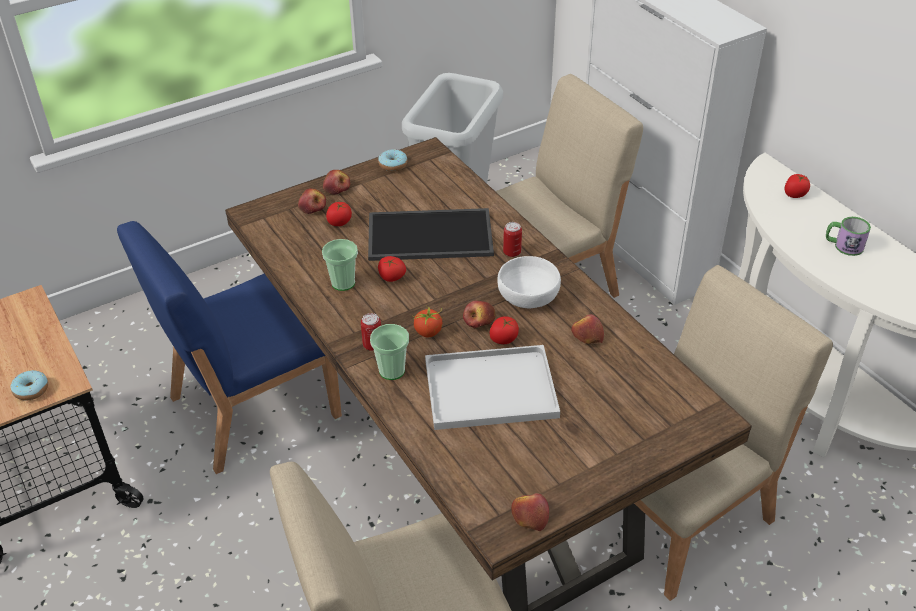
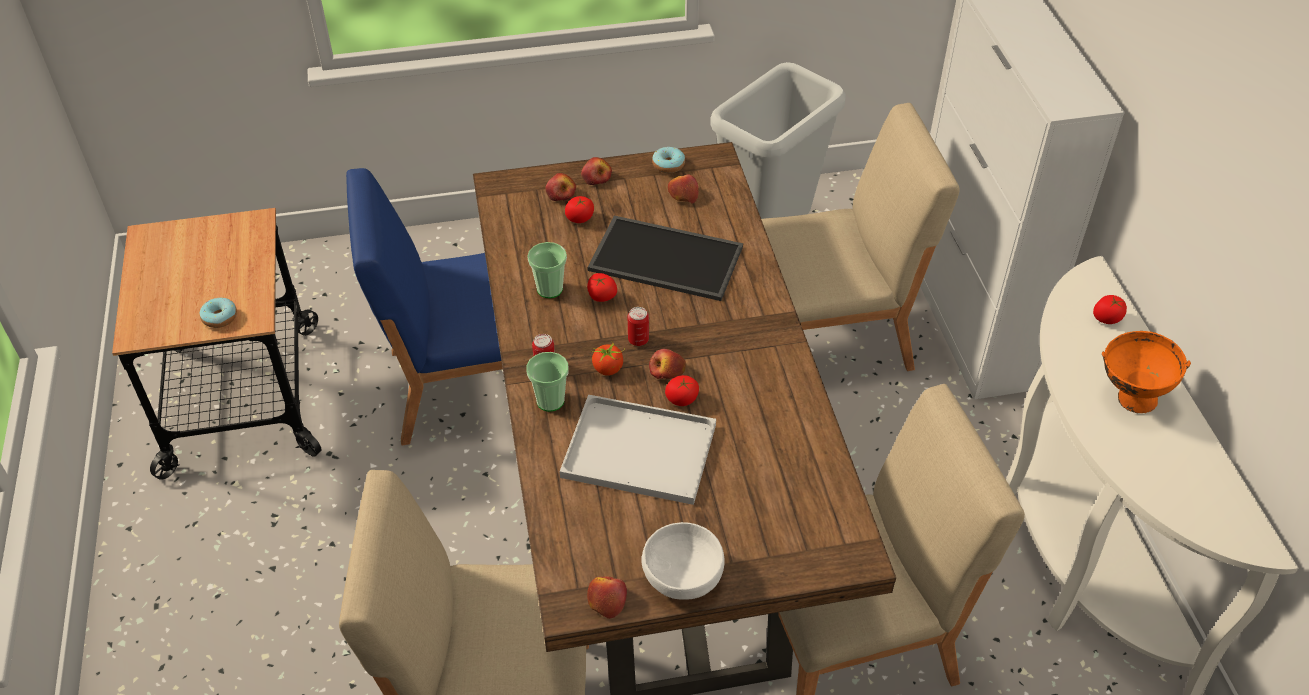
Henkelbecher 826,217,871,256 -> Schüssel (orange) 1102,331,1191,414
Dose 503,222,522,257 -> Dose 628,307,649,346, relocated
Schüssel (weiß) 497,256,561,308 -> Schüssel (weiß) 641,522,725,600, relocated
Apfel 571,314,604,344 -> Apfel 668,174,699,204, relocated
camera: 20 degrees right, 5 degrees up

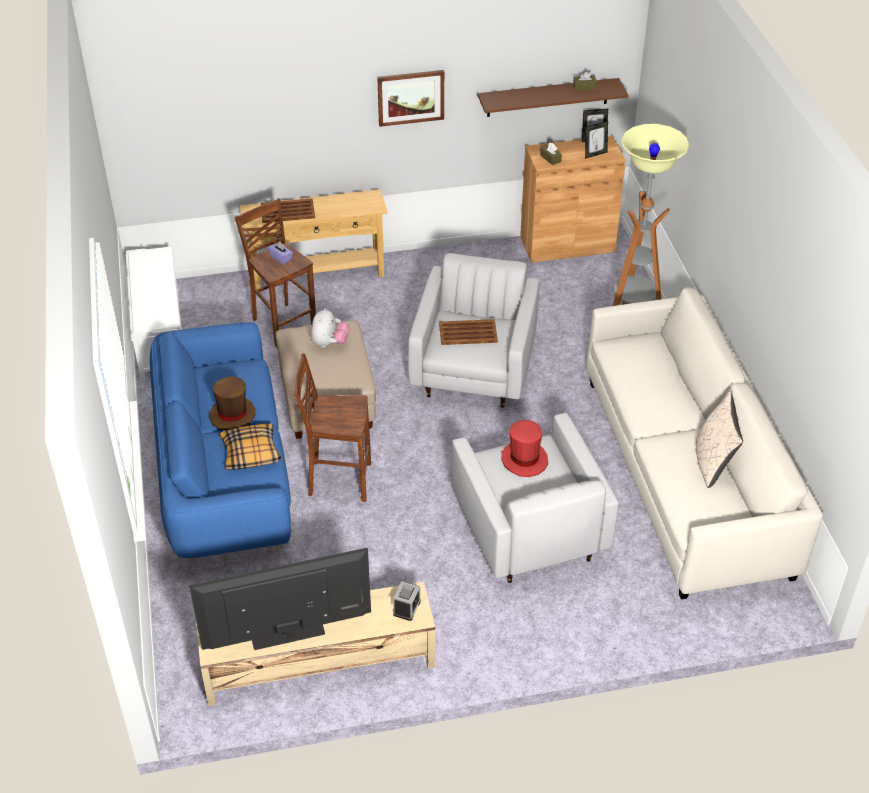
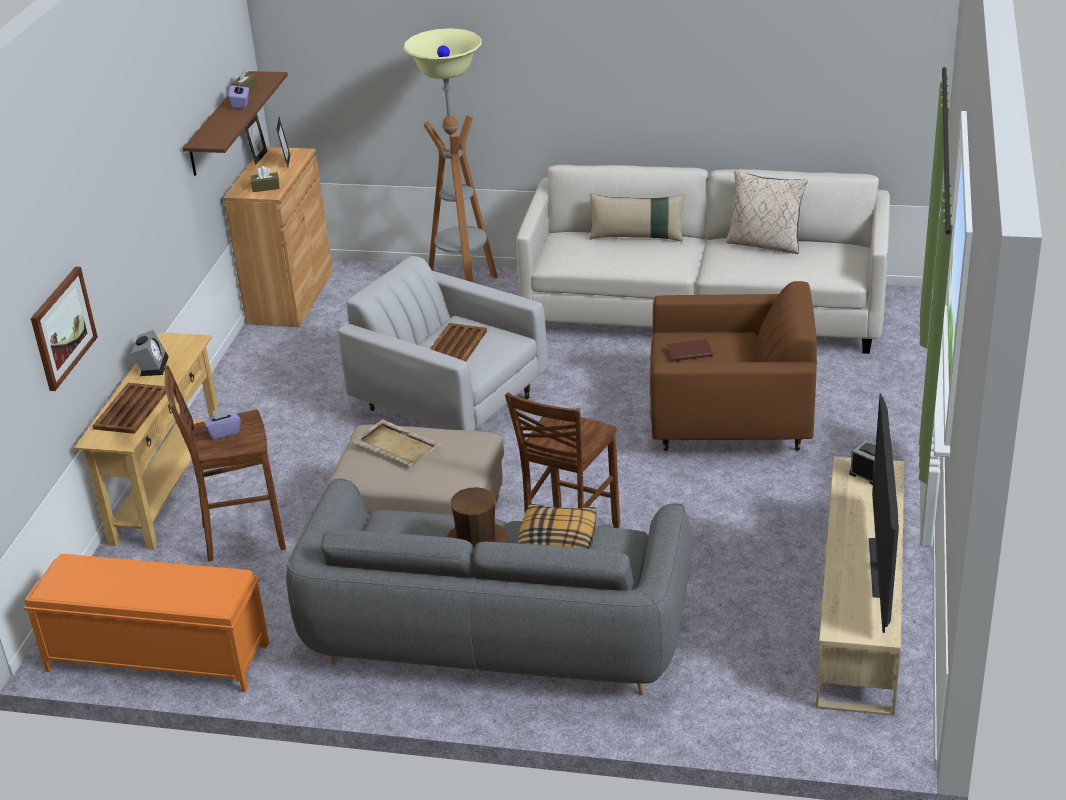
Bild 377,70,444,127 -> Bild 31,267,98,391, relocated
Bank (weiß) 126,247,182,380 -> Bank (orange) 24,554,269,692
Plüschtier 311,308,349,347 -> Tablett (beige) 352,419,442,466
Sofa (blau) 150,322,291,563 -> Sofa (grau) 286,478,692,696
Sessel (weiß) 451,413,619,583 -> Sessel (braun) 650,281,817,451
Hut (rot) 501,420,548,477 -> Buch (braun) 667,339,713,361
none -> Taschentuchbox (lila) 228,83,249,109
none -> Kissen (beige) 590,193,685,242
none -> Wecker 131,330,169,376
camera: 65 degrees left, 10 degrees down

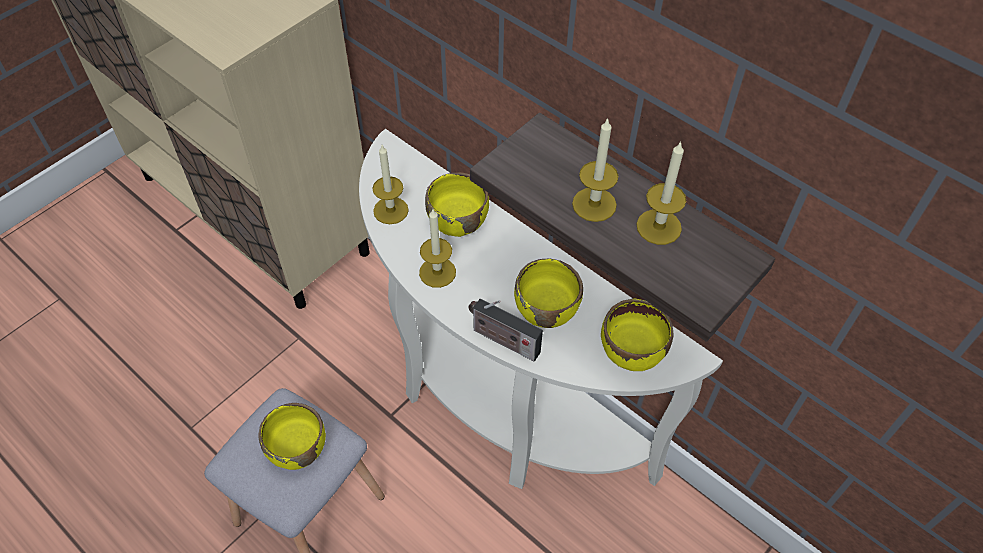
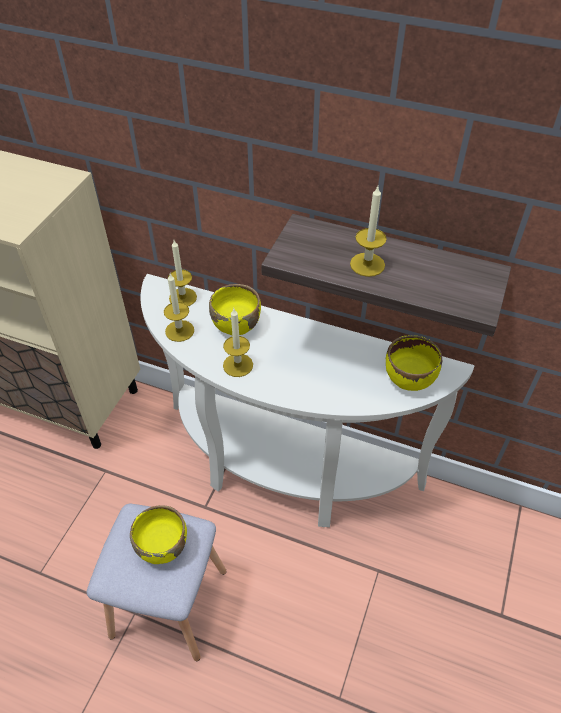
Kerze 636,141,686,245 -> Kerze 168,240,197,306, relocated
Schüssel (gelb) 514,259,583,328 -> none
Radio 468,299,543,361 -> none
camera: 20 degrees left, 5 degrees down

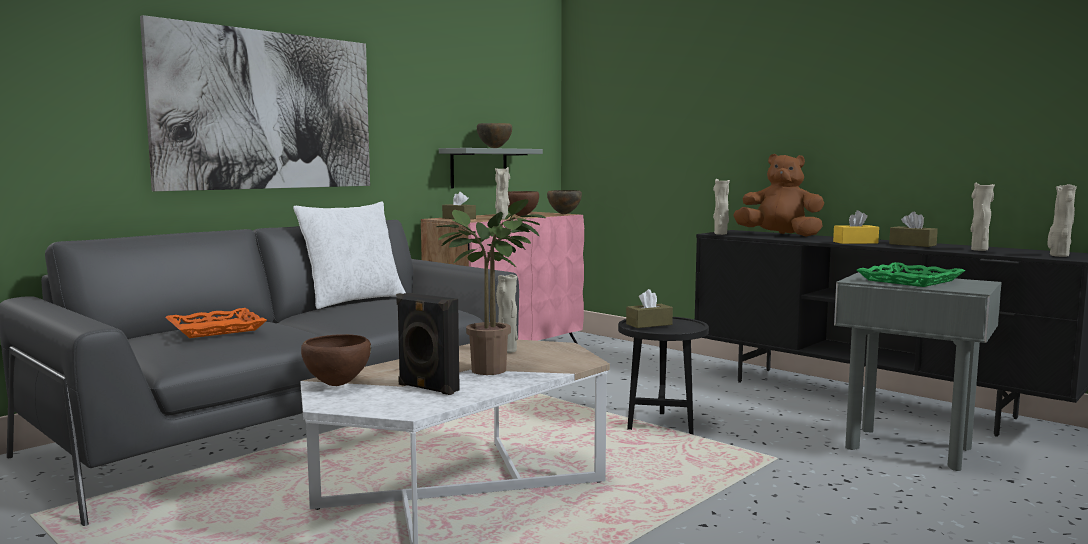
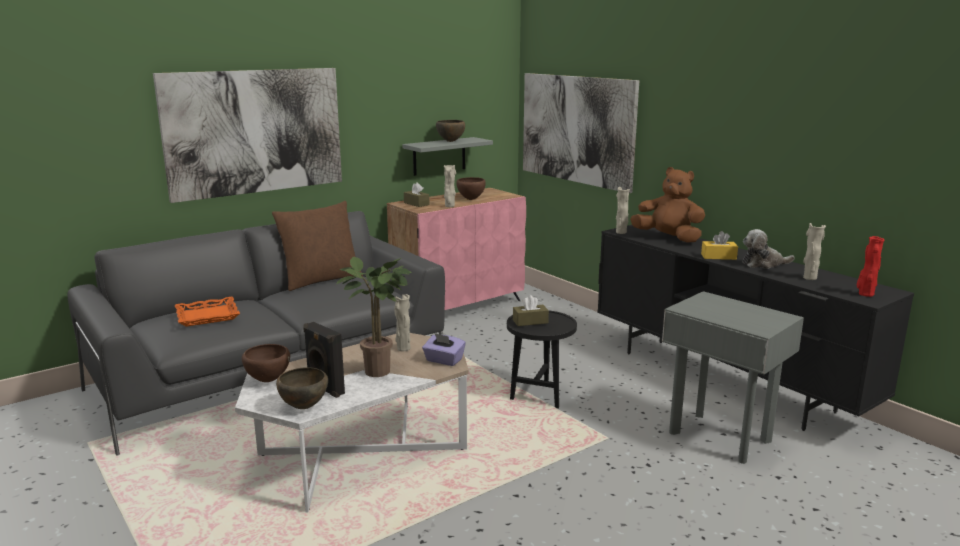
Vase (beige) 1047,184,1077,257 -> Vase (rot) 857,236,885,297
Schüssel (braun) 547,190,582,214 -> Schüssel (braun) 276,367,328,409, relocated
Kissen (weiß) 293,202,406,309 -> Kissen (braun) 272,201,363,291
Taschentuchbox (braun) 889,212,938,247 -> Plüschtier 743,229,795,269
Tablett (grün) 857,262,965,287 -> none
none -> Bild 523,73,639,193
none -> Taschentuchbox (lila) 422,333,466,366
camera: 10 degrees right, 10 degrees up

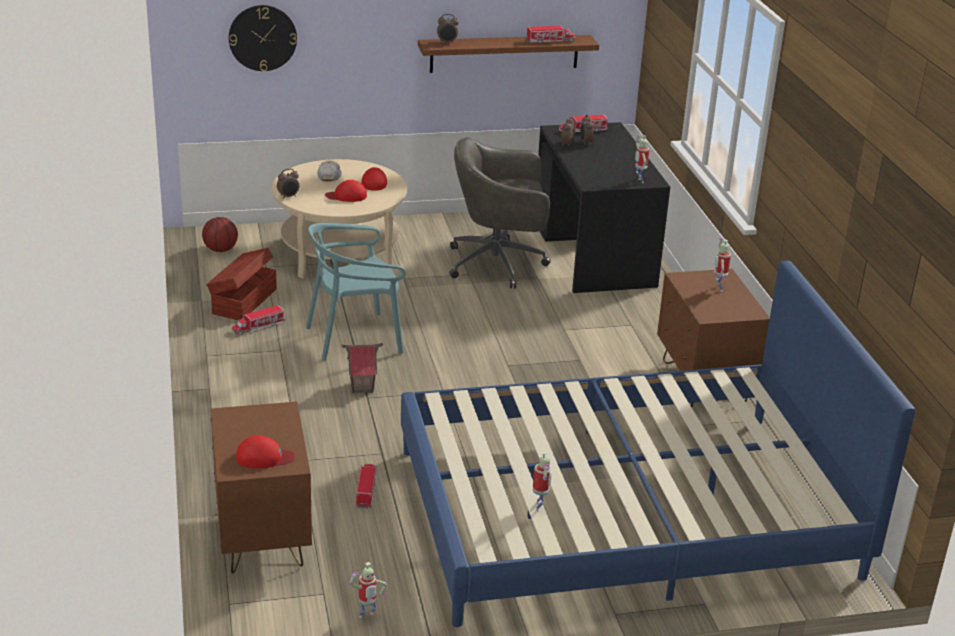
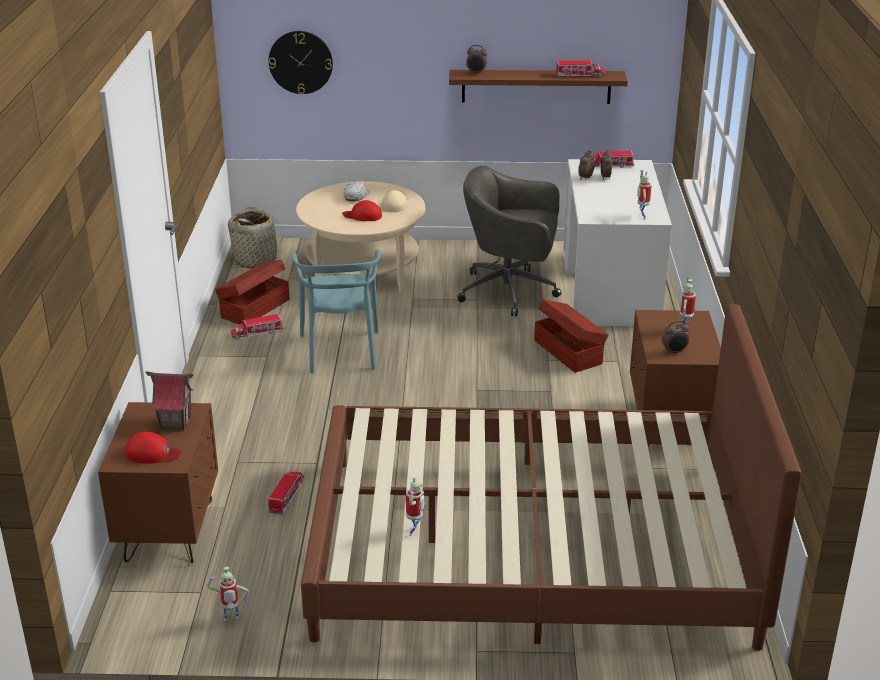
Schreibtisch (schwarz) 538,122,670,293 -> Schreibtisch (weiß) 563,159,672,326
Kappe (rot) 362,167,387,191 -> Kappe (beige) 382,190,407,212
Wecker 277,169,299,199 -> Wecker 662,320,689,355, relocated
Basketball 202,217,238,252 -> Korb 228,207,284,268
Stuhl (türkis) 306,223,406,361 -> Stuhl (türkis) 292,249,381,374, 90 degrees counterclockwise
Bett (blau) 401,261,915,627 -> Bett (braun) 301,304,802,651
Spielzeughaus 341,343,383,394 -> Spielzeughaus 145,372,193,431, relocated
none -> Aufbewahrungsbox (braun) 534,299,609,373
camera: 15 degrees right, 0 degrees up

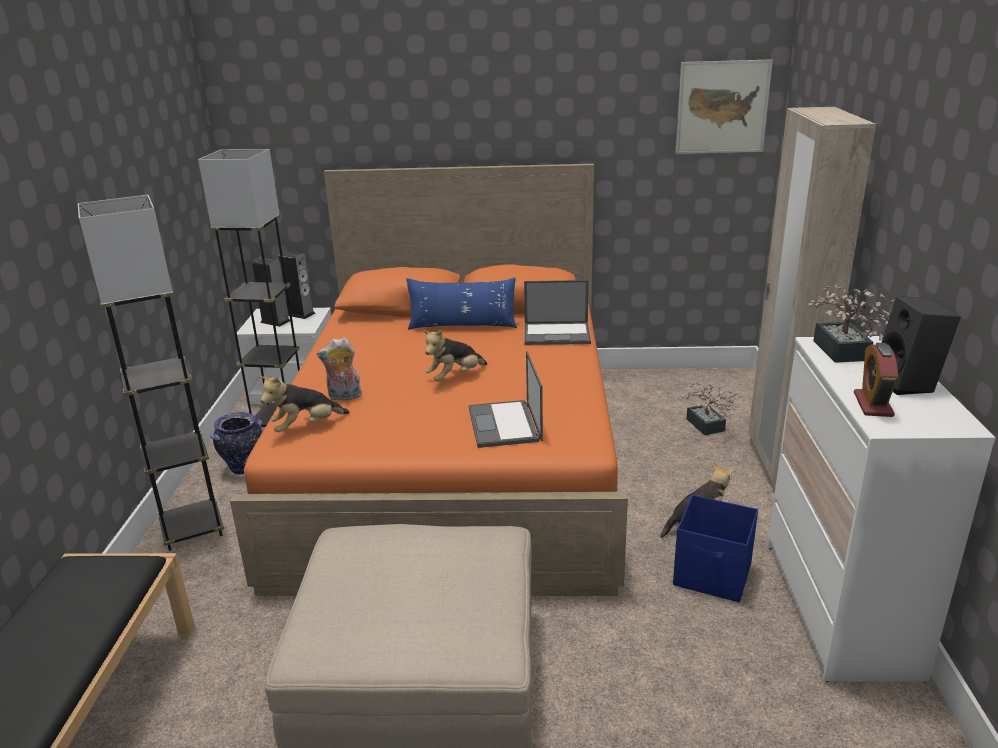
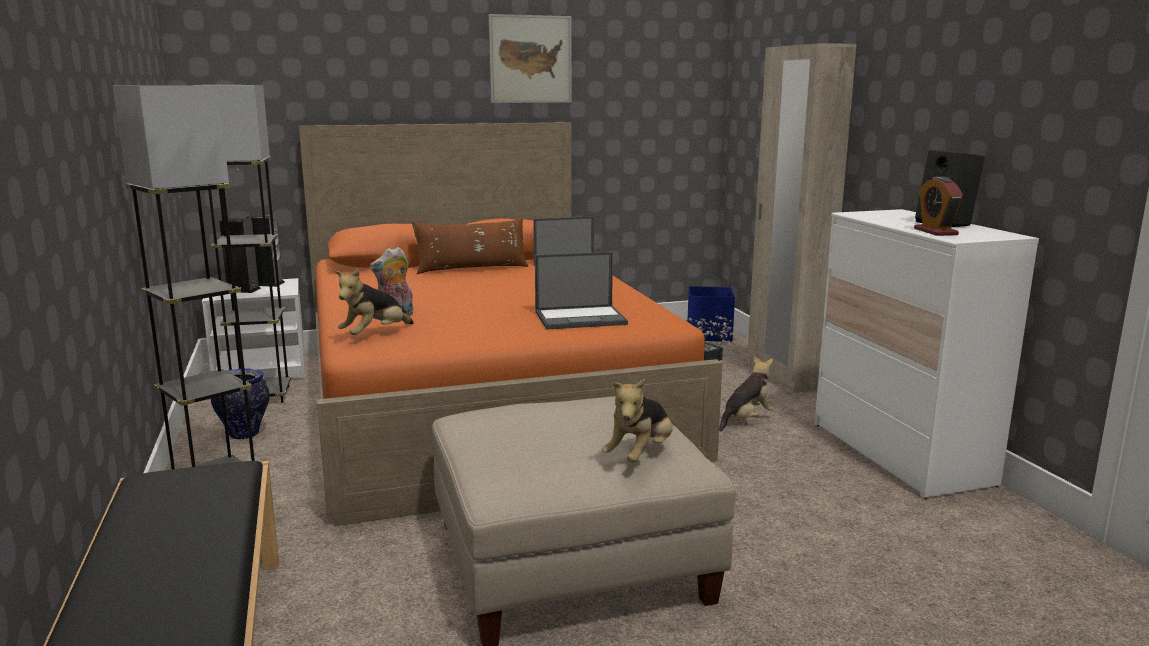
Bild 675,59,773,154 -> Bild 489,14,572,103, relocated
Kissen (blau) 406,277,517,330 -> Kissen (braun) 412,217,528,274
Topfpflanze 808,284,895,363 -> none
Plüschtier 422,330,487,381 -> Plüschtier 602,379,673,462, relocated
Laptop 469,351,543,448 -> Laptop 535,252,628,330, 75 degrees counterclockwise
Aufbewahrungsbox (blau) 673,495,758,602 -> Aufbewahrungsbox (blau) 688,286,735,342, relocated
camera: 20 degrees left, 10 degrees down

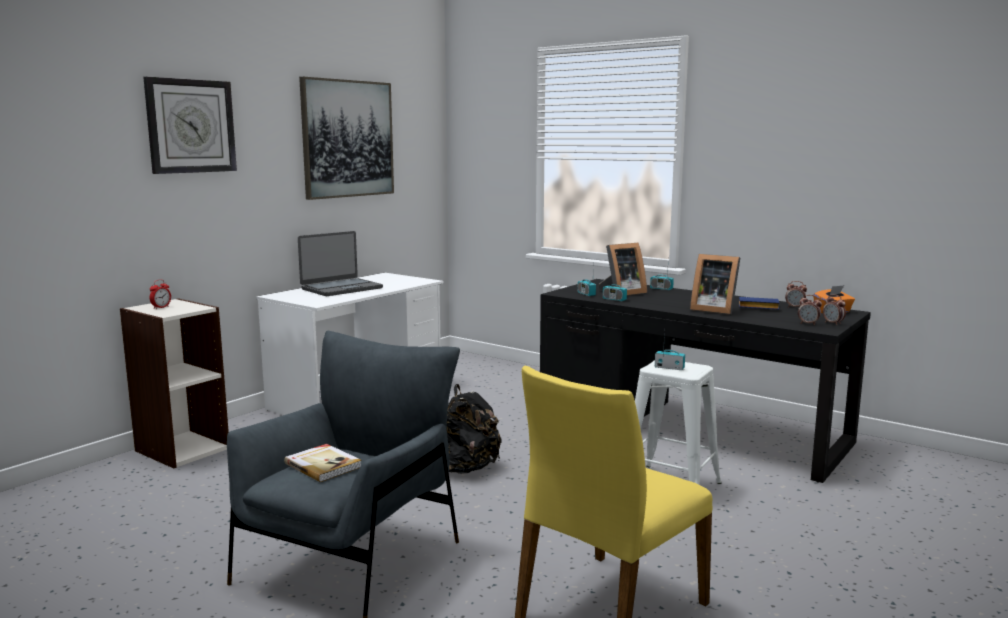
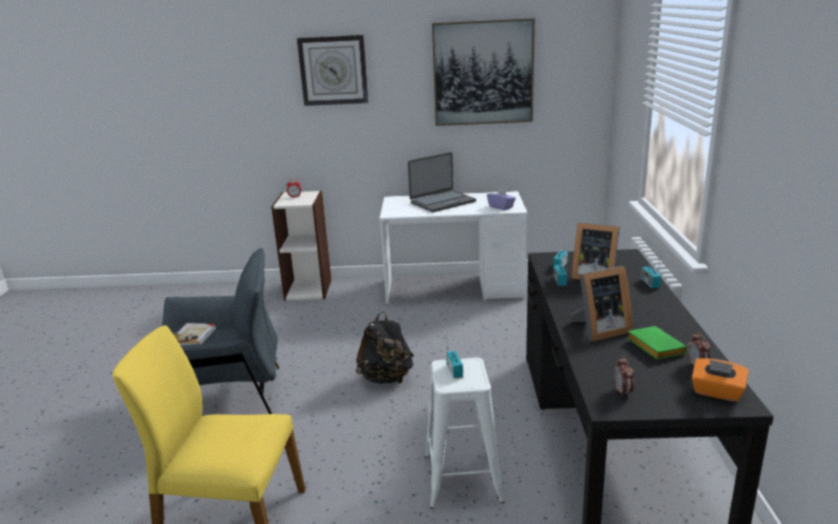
Laptop 298,231,383,296 -> Laptop 408,152,476,212, 45 degrees counterclockwise
Bilderrahmen 690,254,740,315 -> Bilderrahmen 570,266,633,341, 105 degrees counterclockwise
Wecker 823,294,846,325 -> none
Buch (blau) 739,297,779,310 -> Buch (grün) 627,326,687,360
none -> Taschentuchbox (lila) 487,187,516,210
camera: 55 degrees right, 10 degrees up

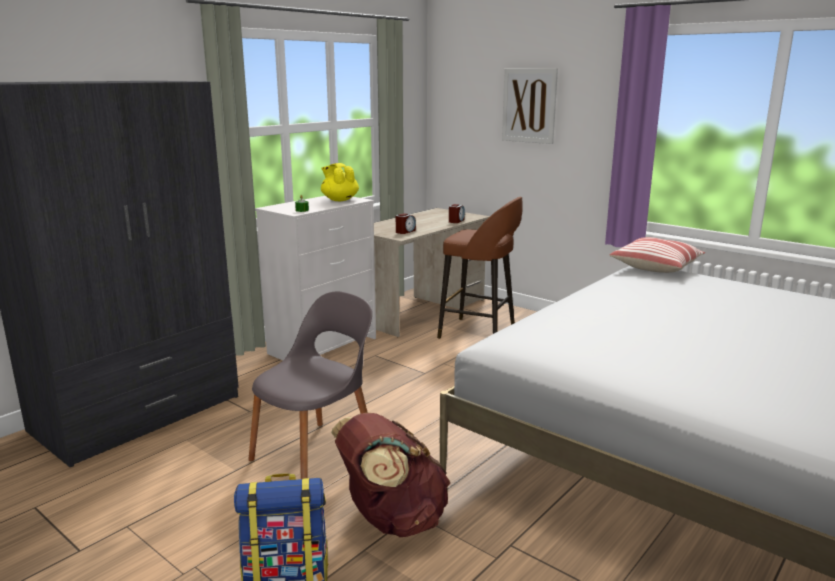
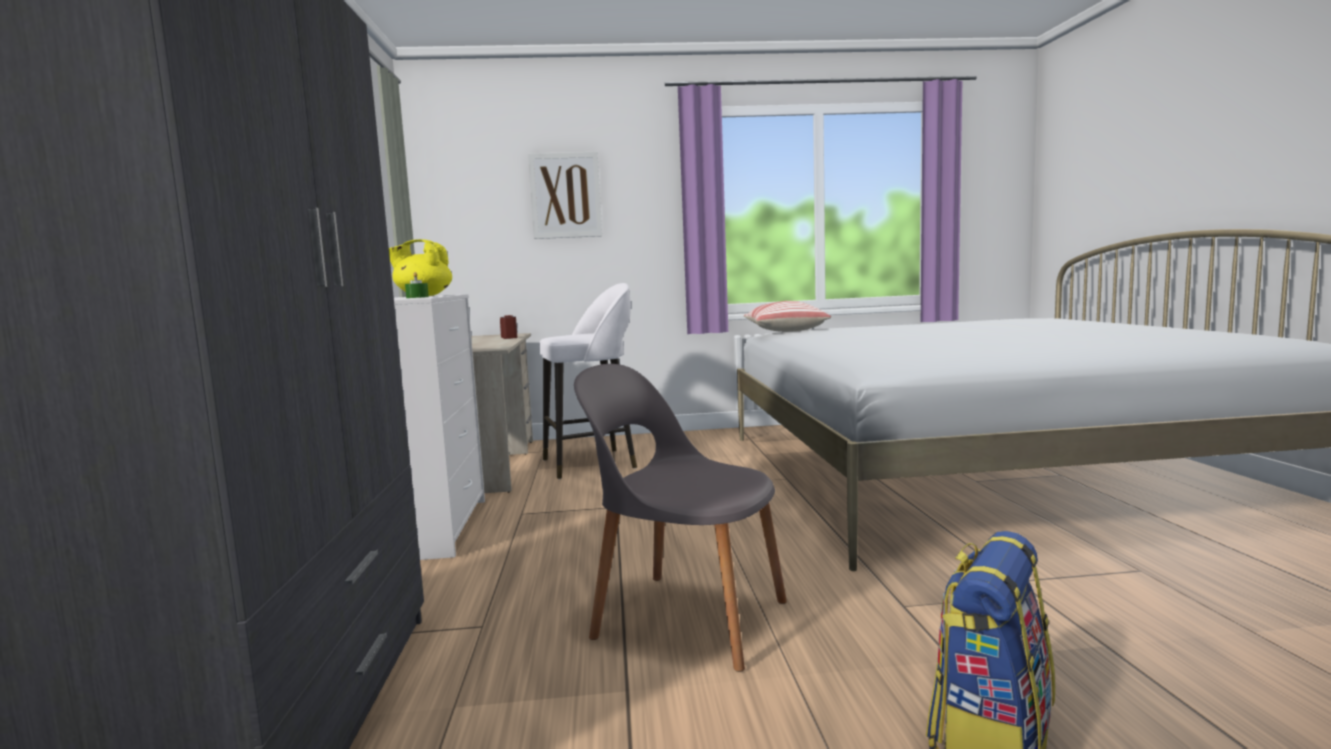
Hocker (braun) 437,197,523,339 -> Hocker (weiß) 539,283,637,479
Wecker 396,213,416,234 -> none
Stuhl (grau) 248,292,372,479 -> Stuhl (grau) 574,364,787,672, 60 degrees counterclockwise
Rucksack (braun) 331,413,451,537 -> none
camera: 45 degrees left, 10 degrees down

